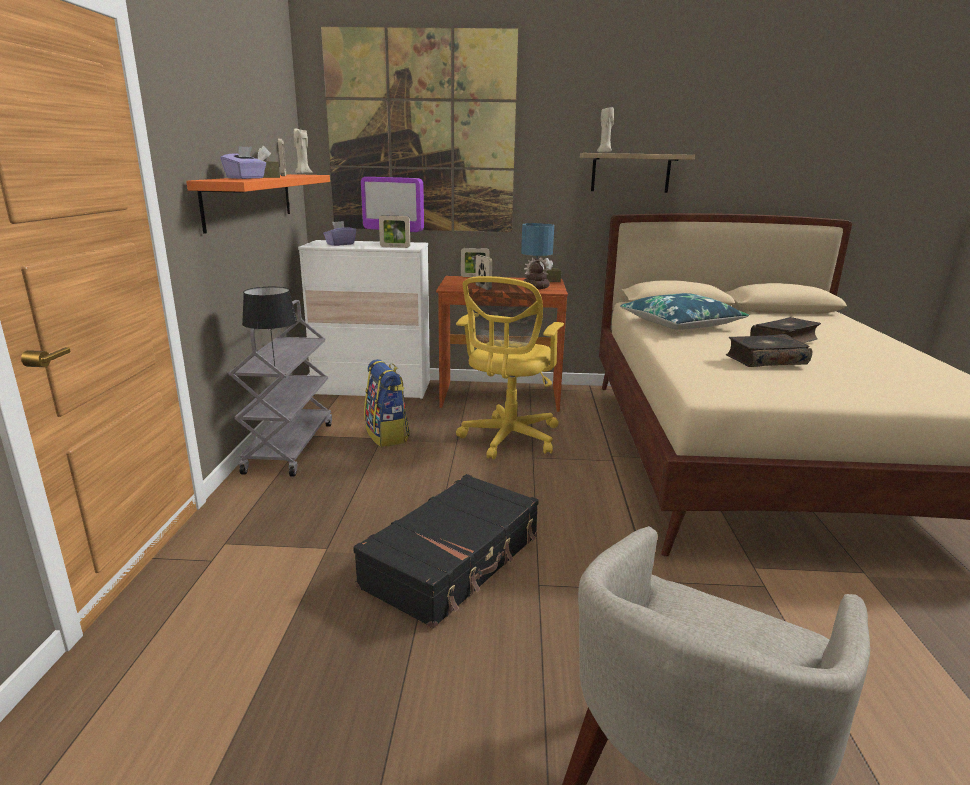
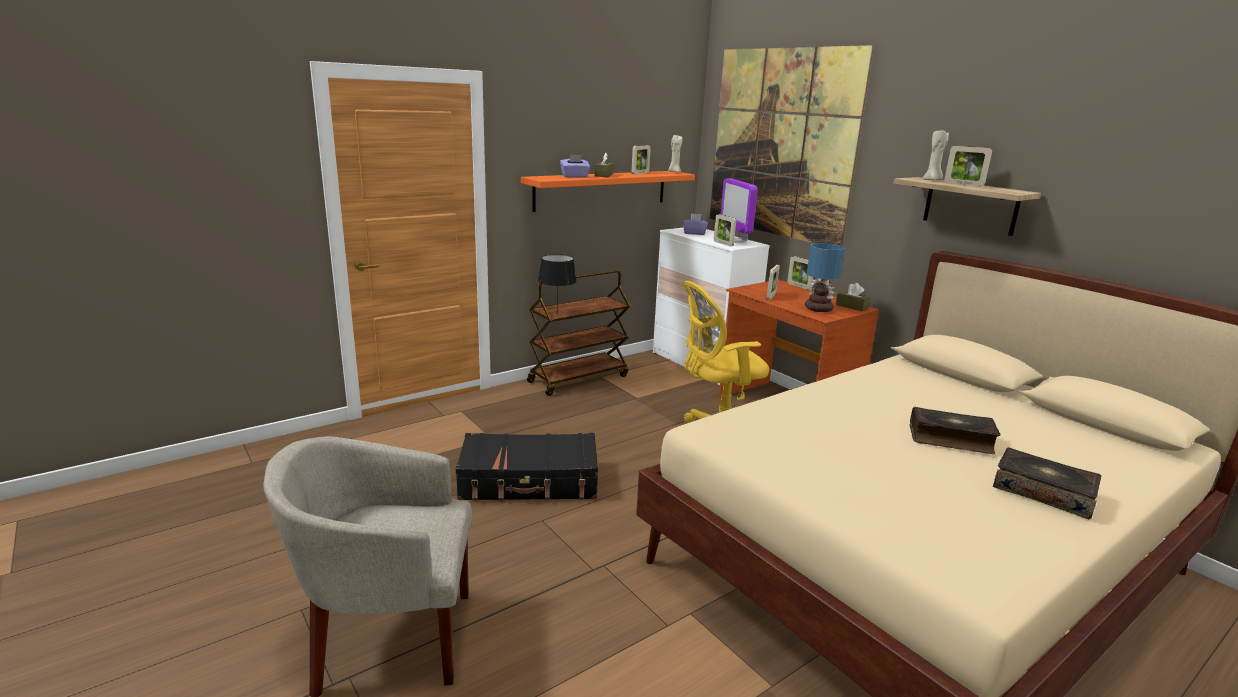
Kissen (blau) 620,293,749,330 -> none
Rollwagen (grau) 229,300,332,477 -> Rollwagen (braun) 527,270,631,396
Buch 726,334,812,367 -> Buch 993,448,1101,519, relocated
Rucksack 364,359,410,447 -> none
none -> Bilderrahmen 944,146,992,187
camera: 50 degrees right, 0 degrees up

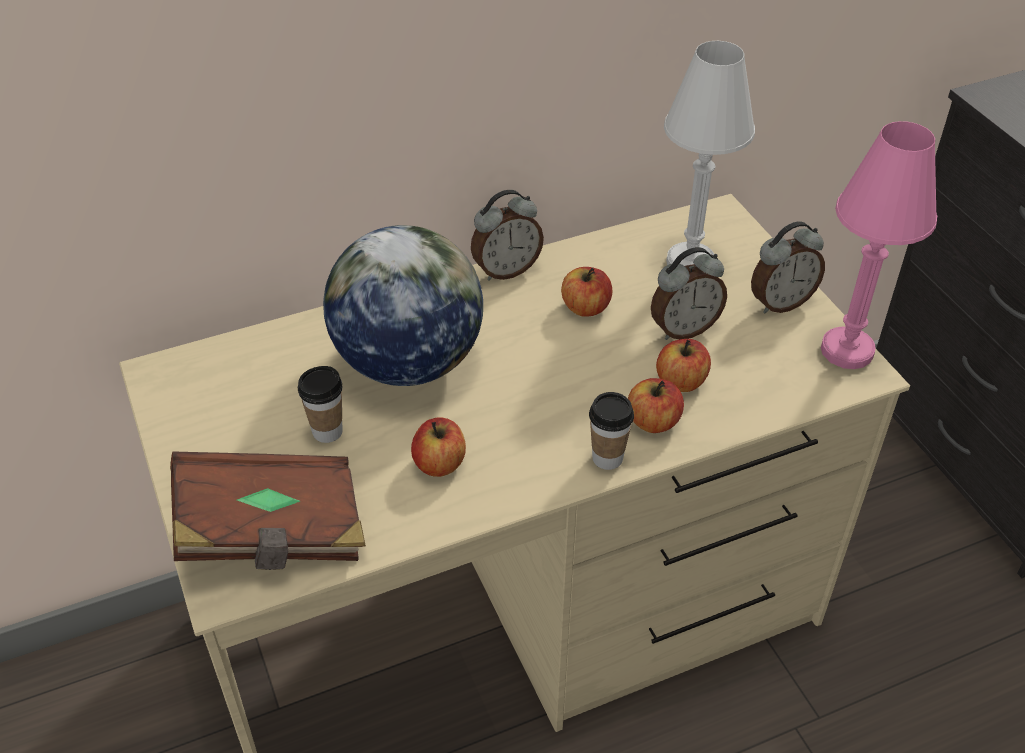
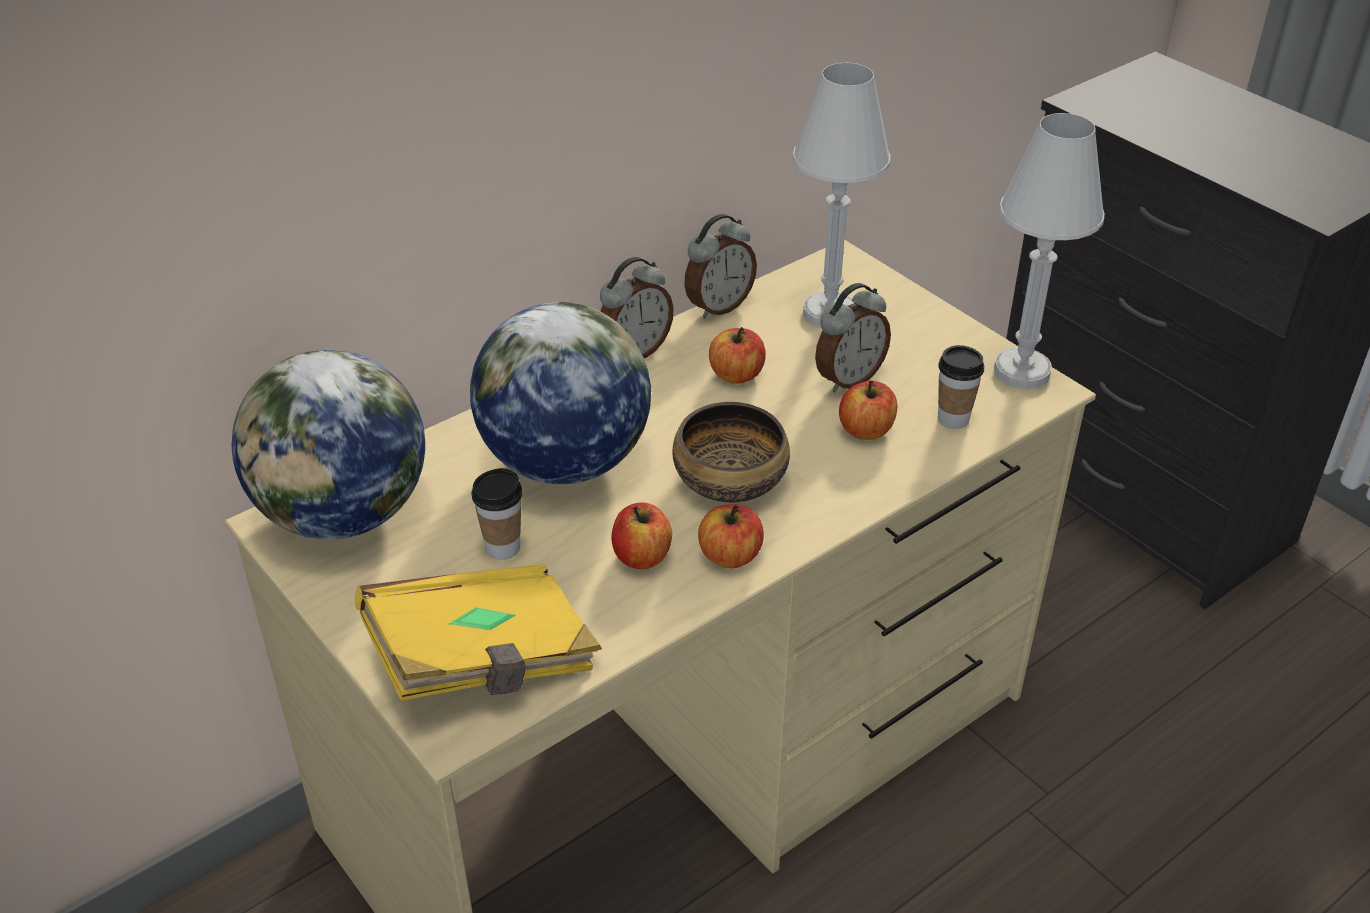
Tischlampe (rosa) 821,121,937,369 -> Tischlampe (weiß) 994,113,1105,389
Wecker 751,222,825,313 -> Wecker 684,214,757,319, relocated
Apfel 628,378,684,433 -> Apfel 698,504,764,568, relocated
Tasse 589,392,634,470 -> Tasse 938,345,984,429, relocated
Buch (braun) 170,452,366,570 -> Buch (gelb) 355,564,602,701
none -> Globus 232,350,425,540
none -> Schüssel 672,402,790,502
camera: 15 degrees left, 5 degrees down

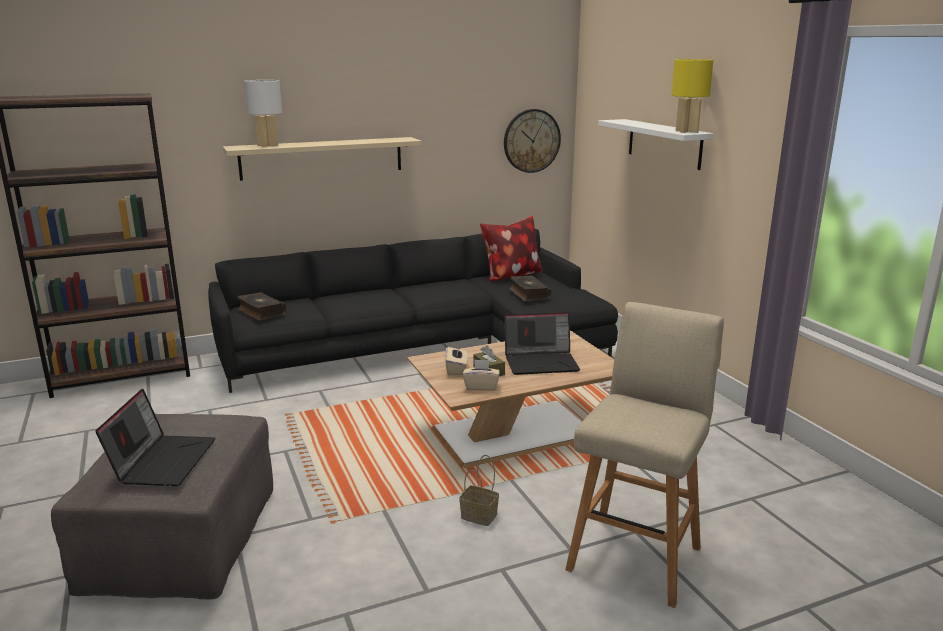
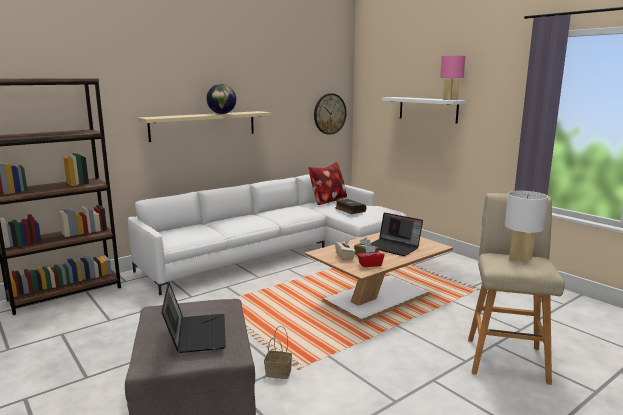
Tischlampe (gelb) 671,59,713,133 -> Tischlampe (rosa) 440,55,465,100
Tischlampe (weiß) 244,80,282,147 -> Tischlampe (weiß) 505,191,548,264, relocated
Sofa (schwarz) 208,229,618,393 -> Sofa (weiß) 127,174,407,295
Buch 237,292,286,320 -> none
Laptop 504,312,580,375 -> Laptop 371,213,423,256, 60 degrees clockwise
Taschentuchbox (beige) 463,359,500,391 -> Taschentuchbox (rot) 357,246,385,267
Korb 459,455,499,526 -> Korb 264,326,292,379, relocated
none -> Globus 207,84,236,114
camera: 15 degrees left, 5 degrees down

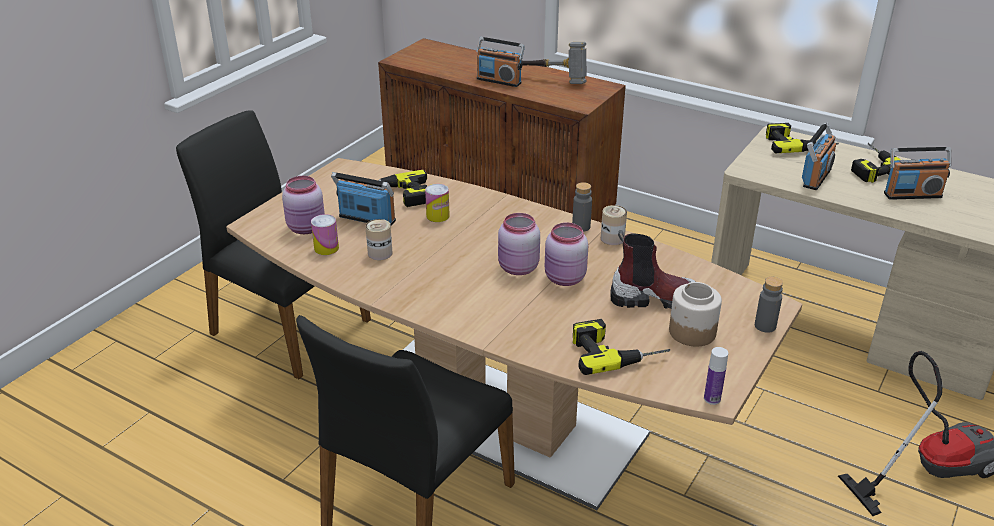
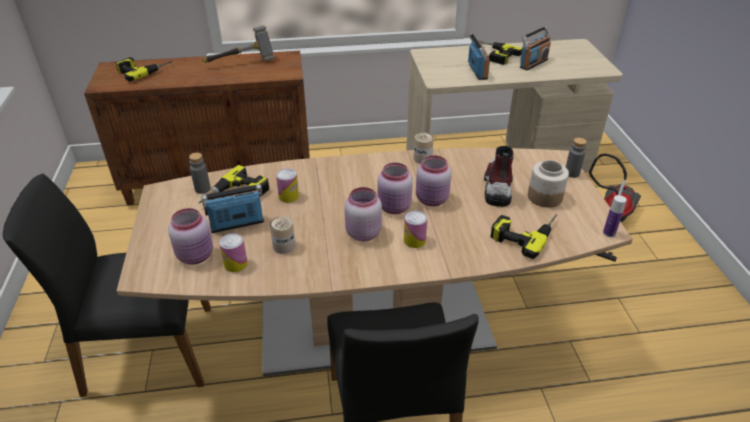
Radio 476,37,525,87 -> none
Bohrmaschine 766,123,839,153 -> Bohrmaschine 115,57,172,82, relocated
Flasche (grau) 572,182,592,232 -> Flasche (grau) 189,153,211,194, relocated
Stiefel 610,230,695,309 -> Stiefel 484,146,514,207, 45 degrees counterclockwise
none -> Vorratsglas (rosa) 345,187,382,241
none -> Dose 404,211,427,248
camera: 40 degrees left, 5 degrees up

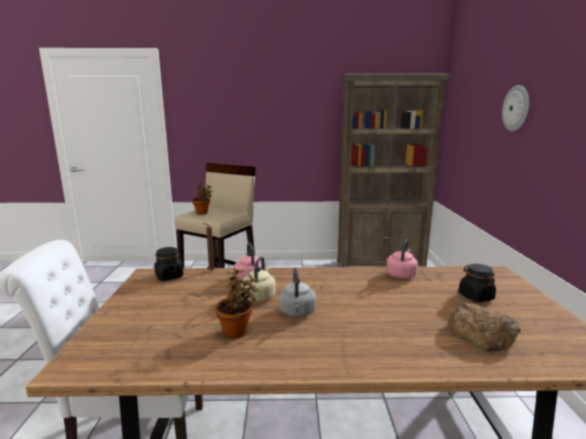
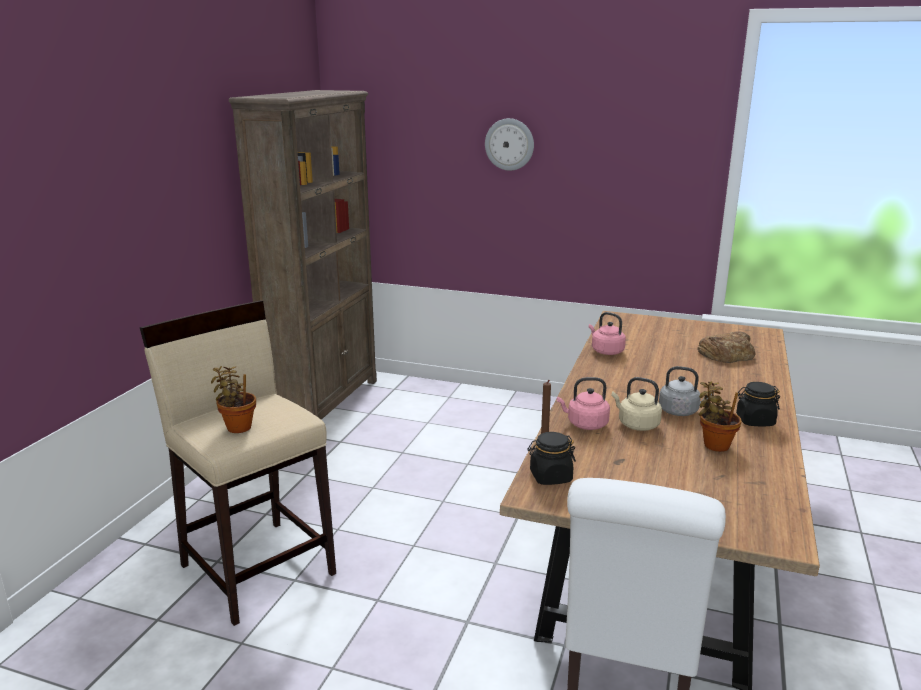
Vorratsglas (schwarz) 459,264,496,302 -> Vorratsglas (schwarz) 736,382,780,426, relocated
camera: 70 degrees left, 5 degrees up

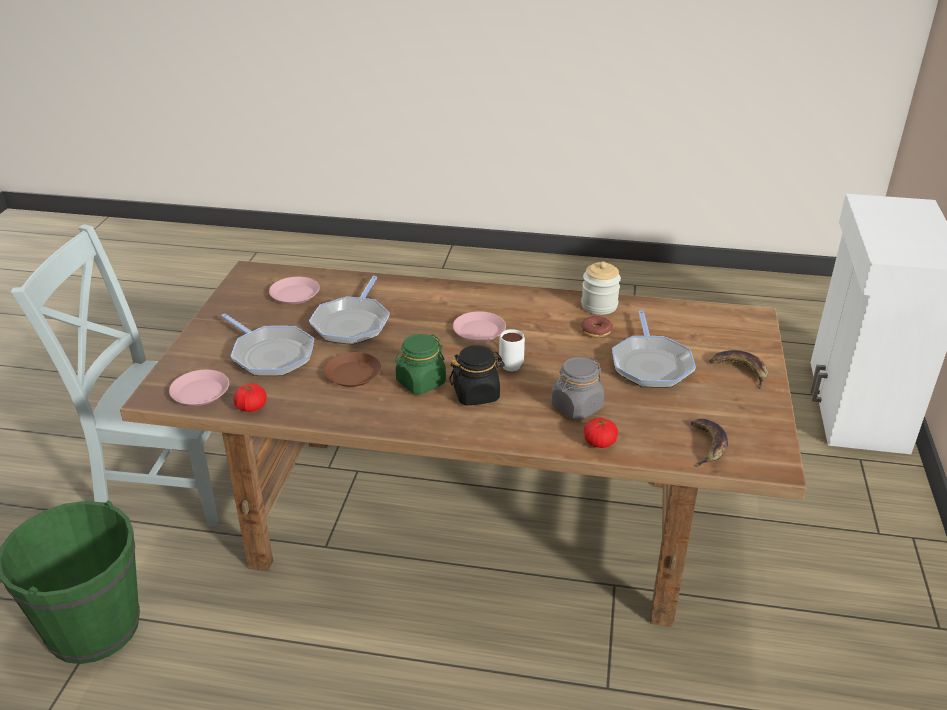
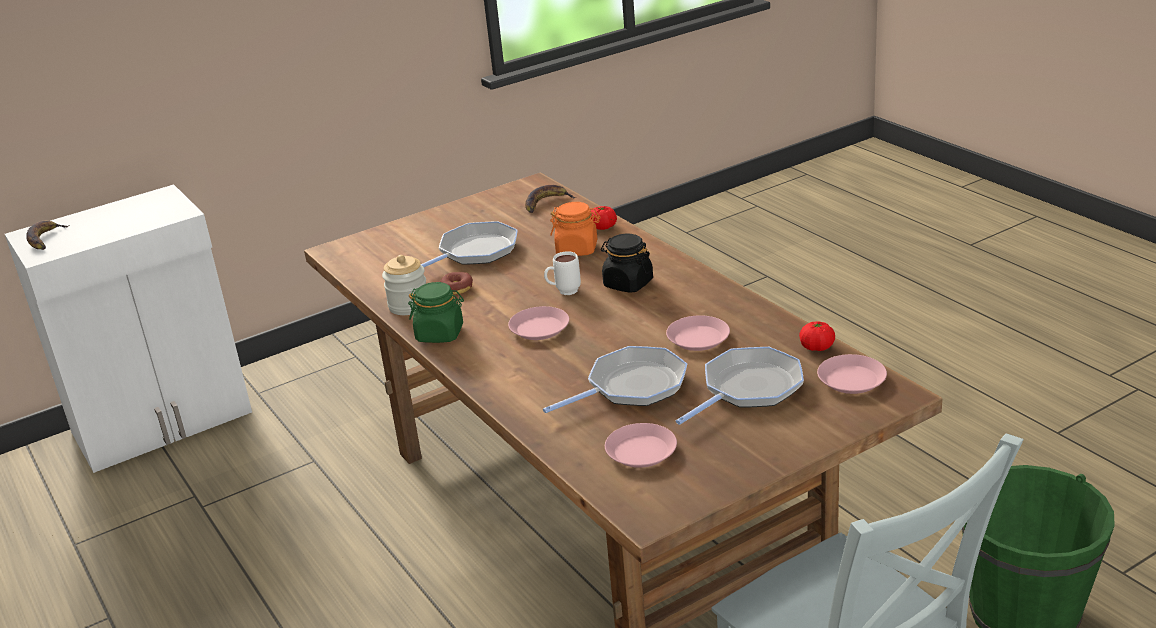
Pfanne 222,314,314,376 -> Pfanne 676,347,804,425, 45 degrees clockwise
Vorratsglas (grün) 395,334,446,394 -> Vorratsglas (grün) 408,282,464,343, relocated
Banane 709,350,768,389 -> Banane 26,220,69,250, relocated
Teller (braun) 324,352,381,387 -> Teller (rosa) 666,315,730,351
Vorratsglas (grau) 551,357,604,420 -> Vorratsglas (orange) 550,202,601,256
camera: 130 degrees left, 5 degrees down

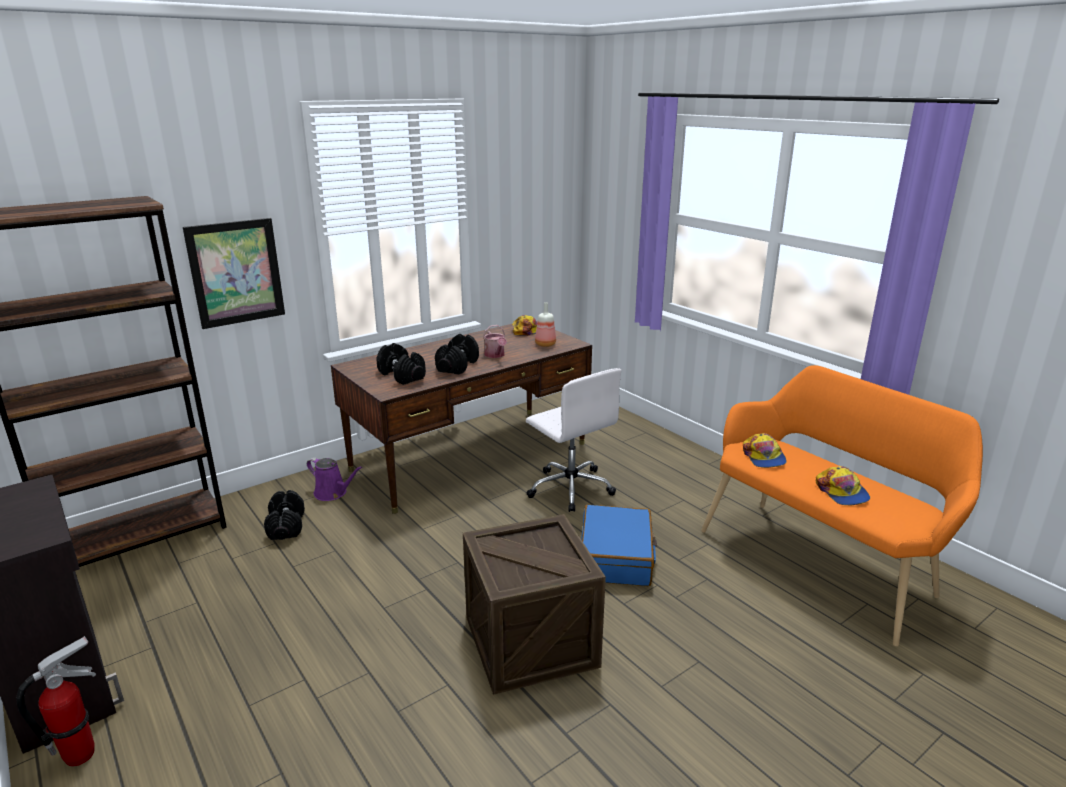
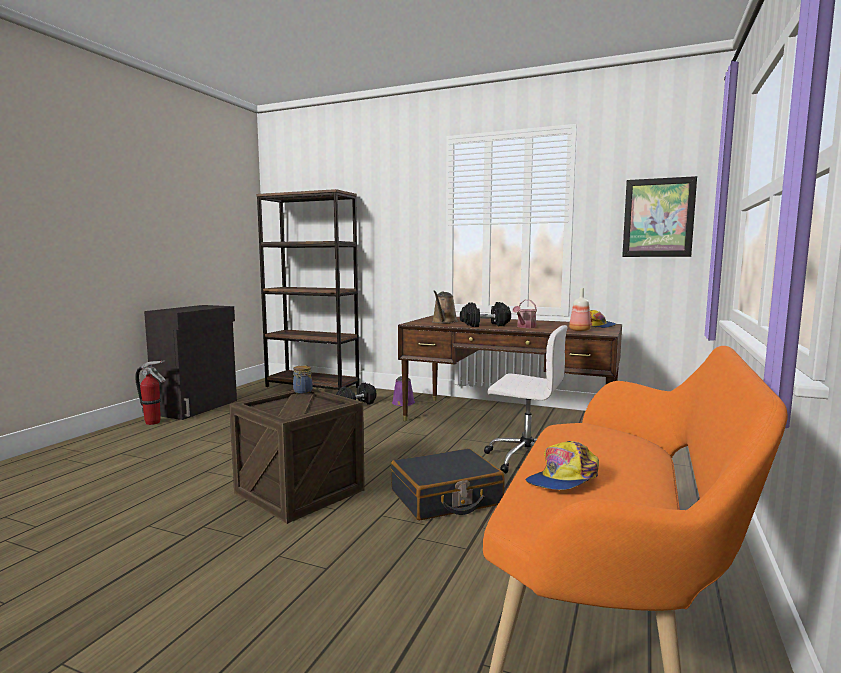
Bild 183,218,285,329 -> Bild 622,176,697,257, relocated
Hantel (schwarz) 376,343,426,385 -> Gießkanne (braun) 432,291,458,323
Bürostuhl (weiß) 526,368,622,512 -> Bürostuhl (weiß) 484,325,568,473, 90 degrees counterclockwise
Kappe 743,433,787,468 -> none
Koffer (blau) 581,505,657,587 -> Koffer (schwarz) 391,449,504,520
none -> Vorratsglas 293,365,313,394
camera: 60 degrees right, 15 degrees down

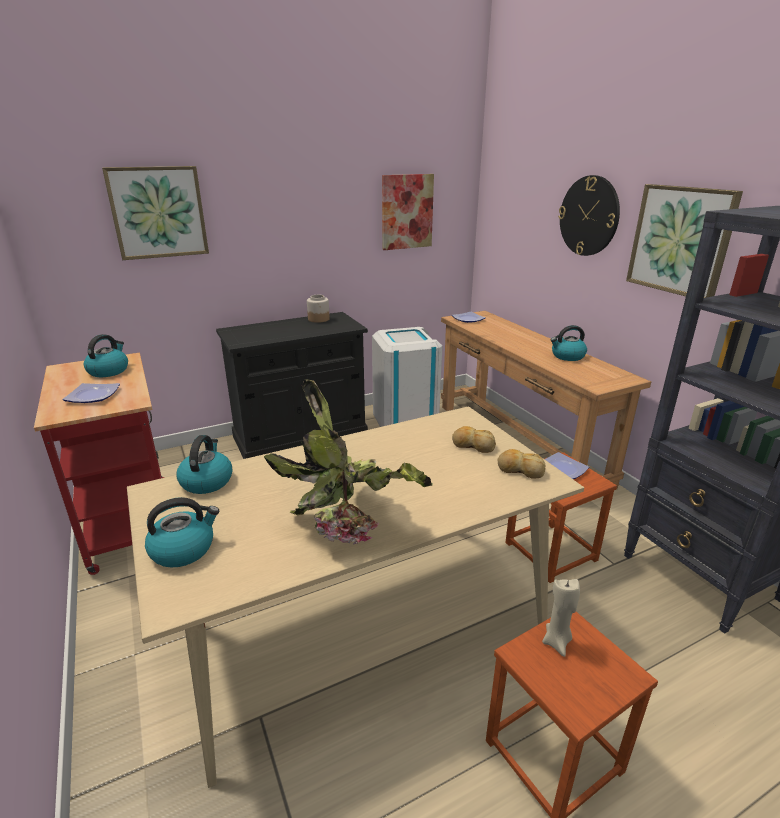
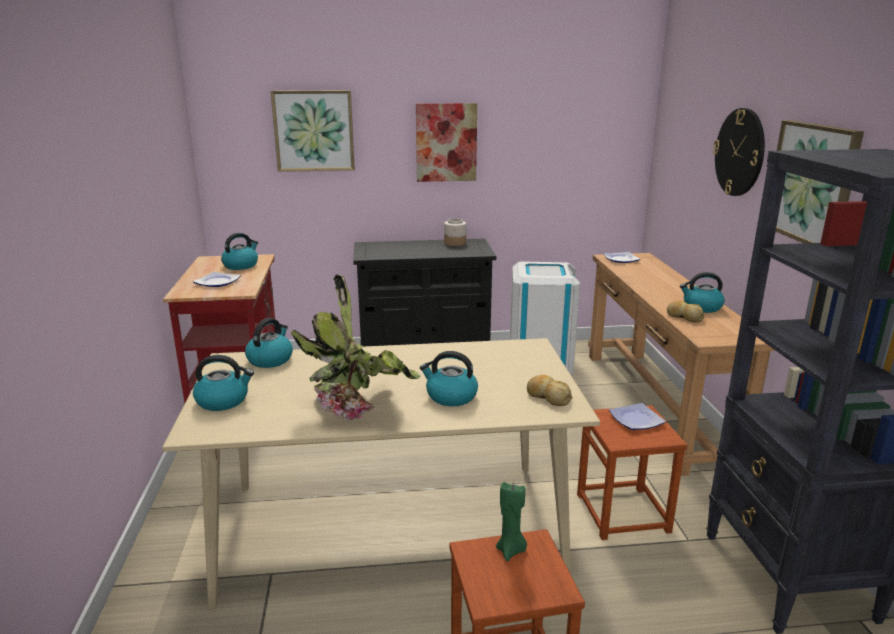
Bild 382,174,434,250 -> Bild 416,103,477,182, relocated
Brot 452,426,496,453 -> Brot 667,301,704,322, relocated
Kerze (beige) 542,579,580,657 -> Kerze (grün) 496,482,527,561
none -> Wasserkessel 420,351,478,406
camera: 20 degrees right, 5 degrees down

